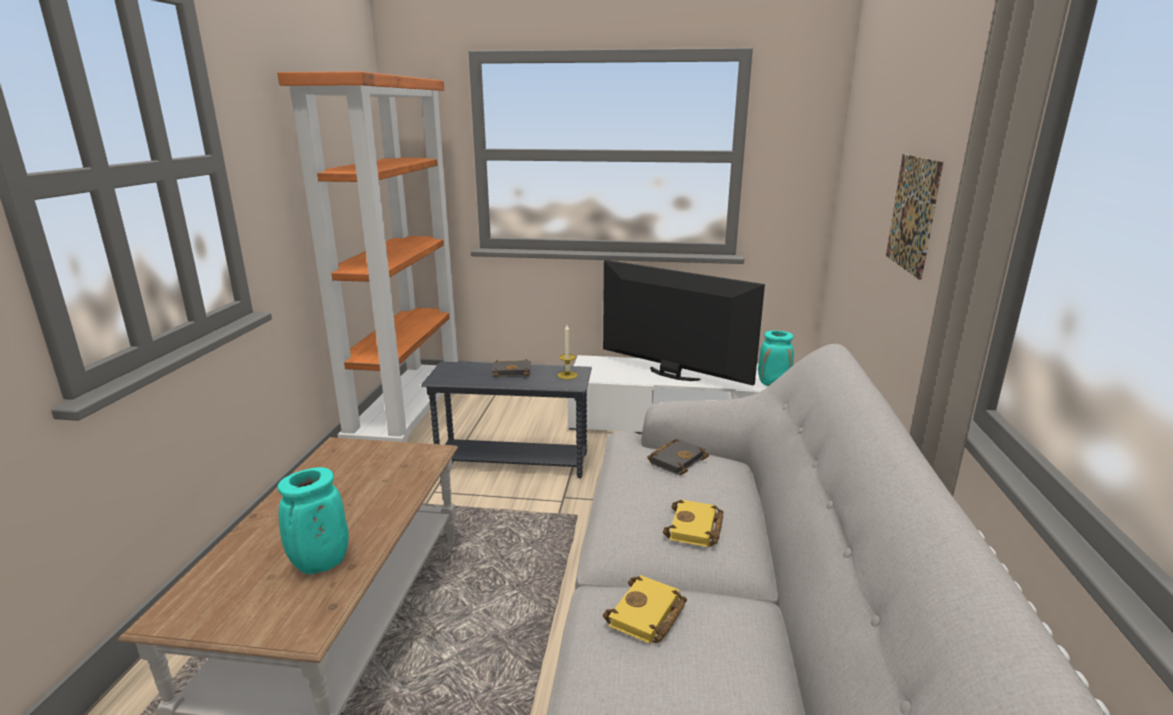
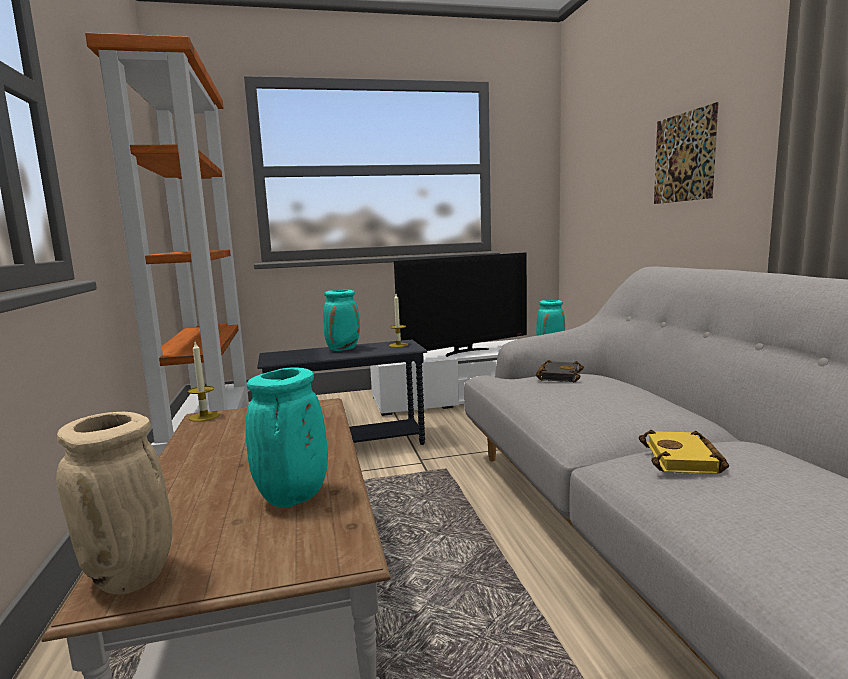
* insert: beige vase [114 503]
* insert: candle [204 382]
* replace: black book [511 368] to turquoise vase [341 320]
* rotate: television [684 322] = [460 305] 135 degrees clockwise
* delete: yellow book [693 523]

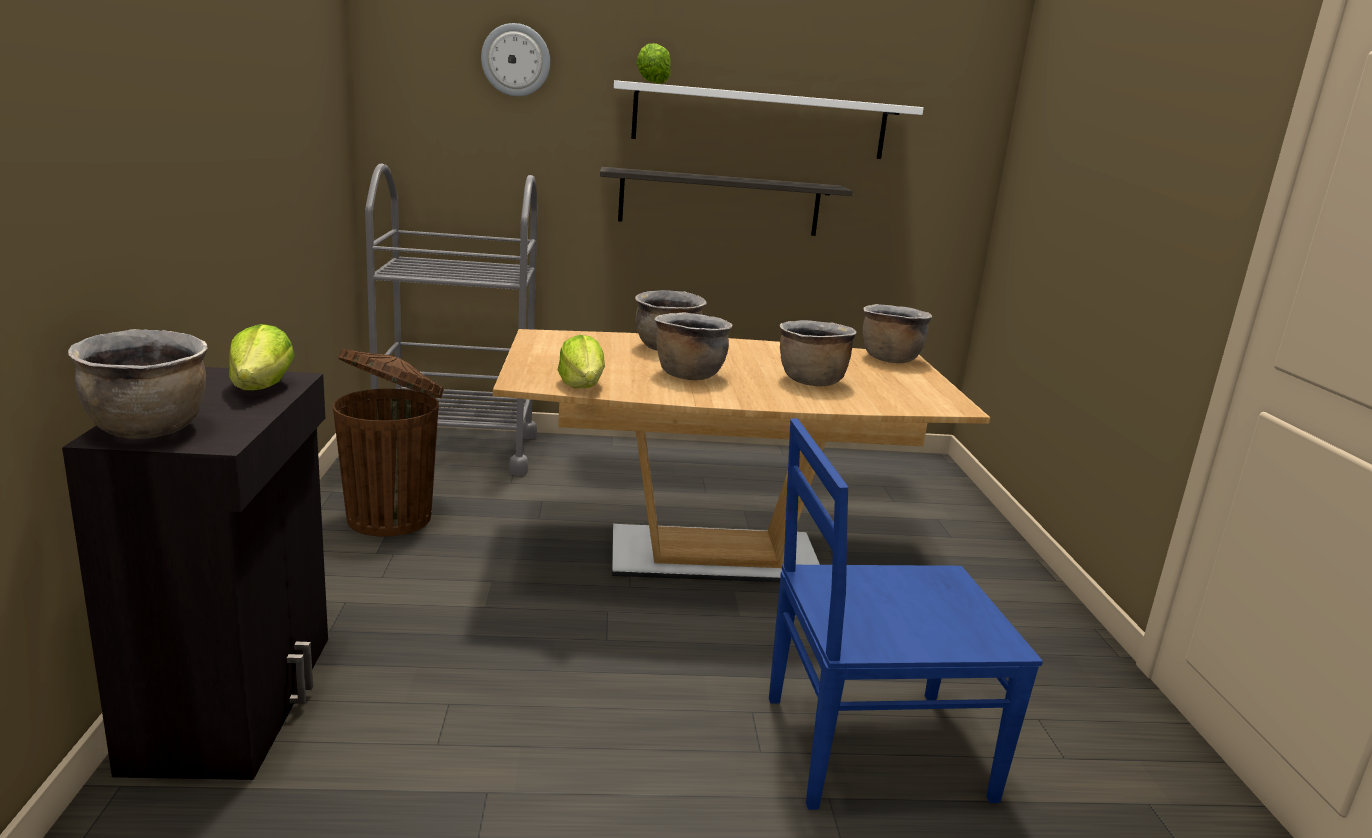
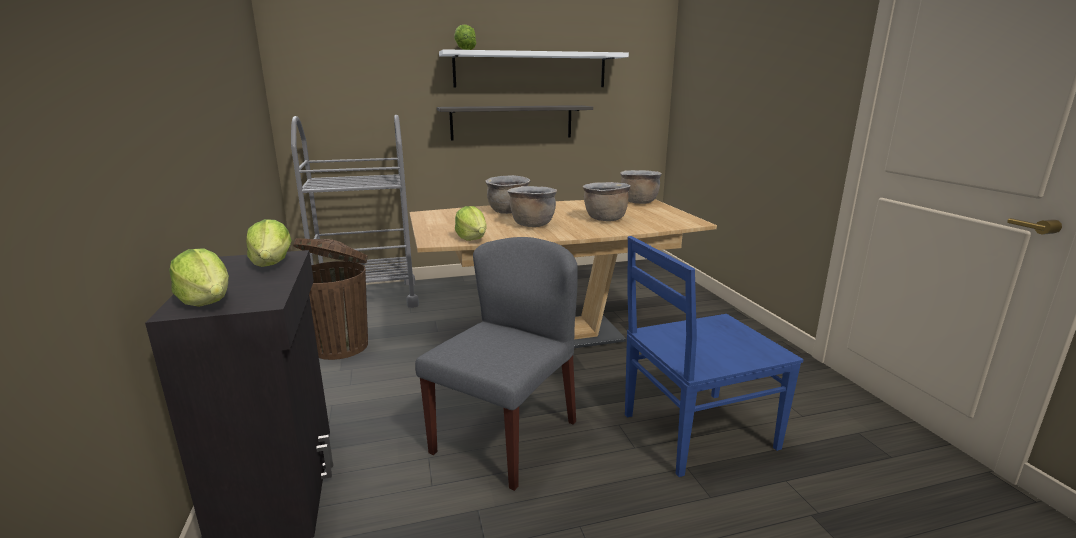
* replace: brown cooking pot [138 384] to lettuce [199 277]
* insert: grey chair [496 364]
* delete: wall clock [515 60]

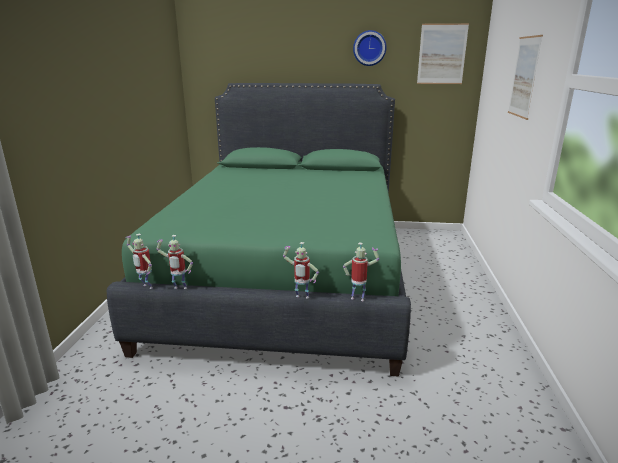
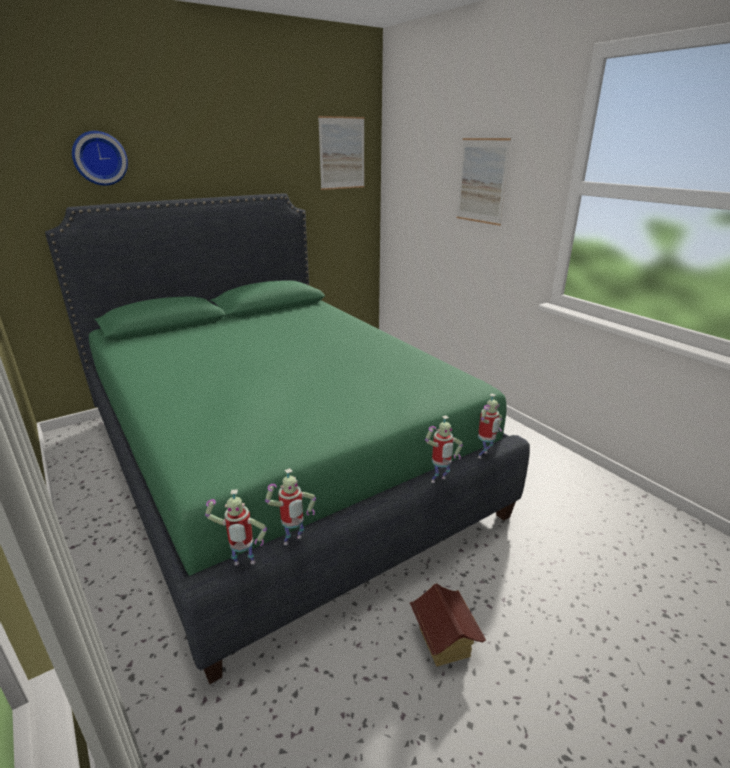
* move: wall clock [370 48] to [100 158]
* insert: toy house [447 625]
* rotate: toy robot [361 271] = [490 426] 150 degrees clockwise

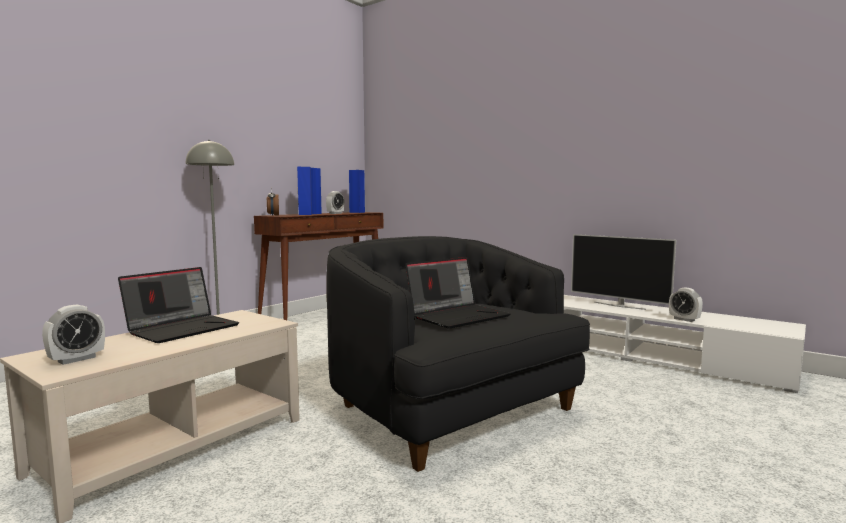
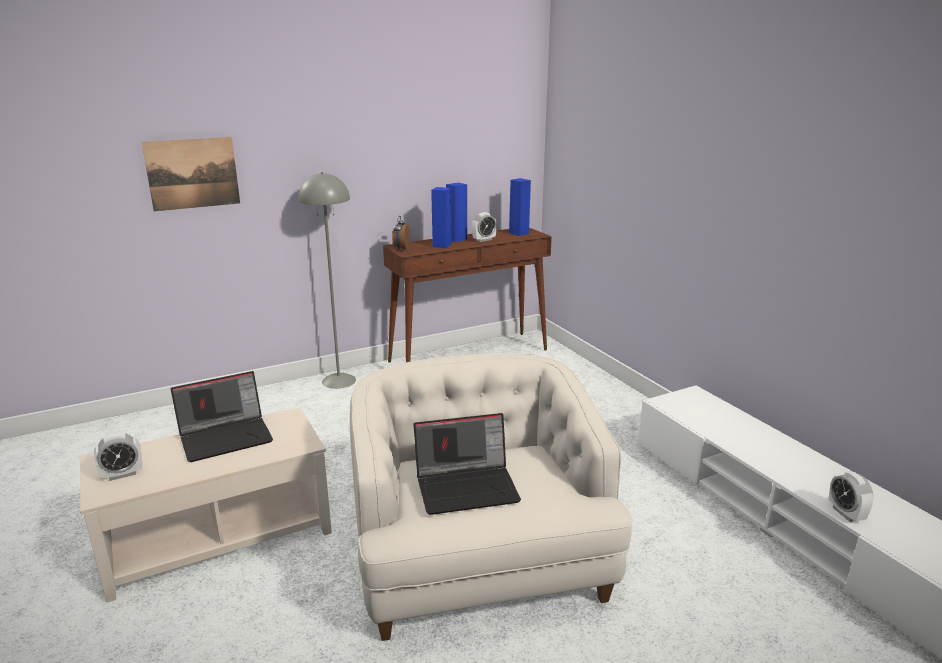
* insert: picture [191 174]
* recolor: black armchair [458 354] to white armchair [491 497]
* delete: television [623 272]

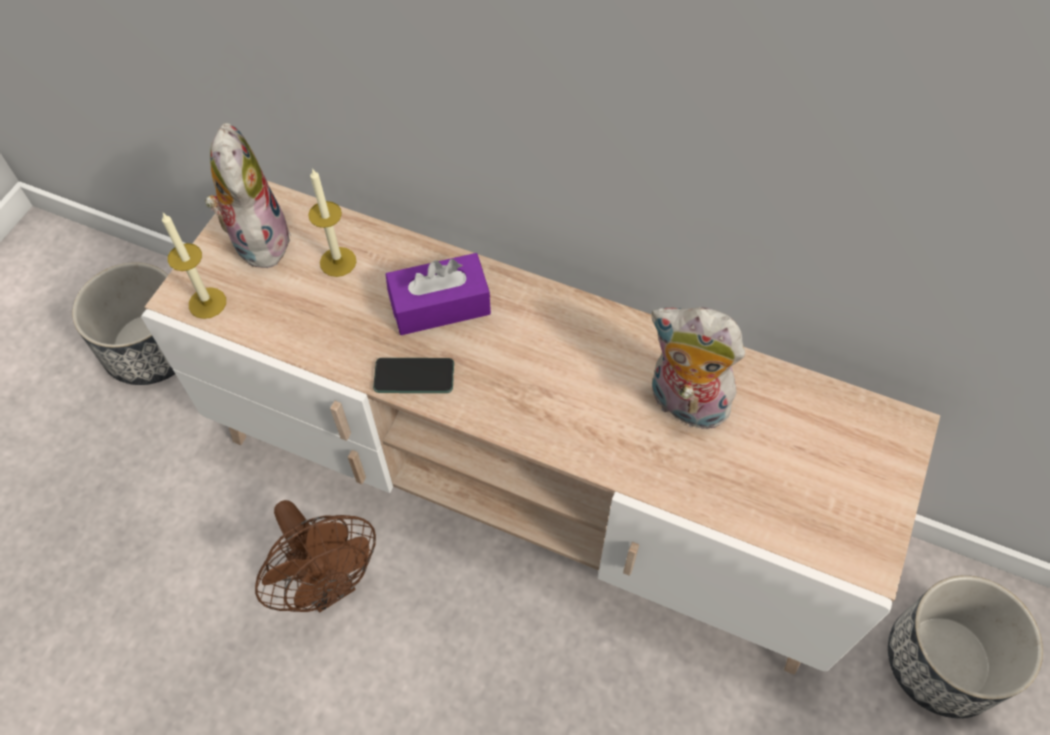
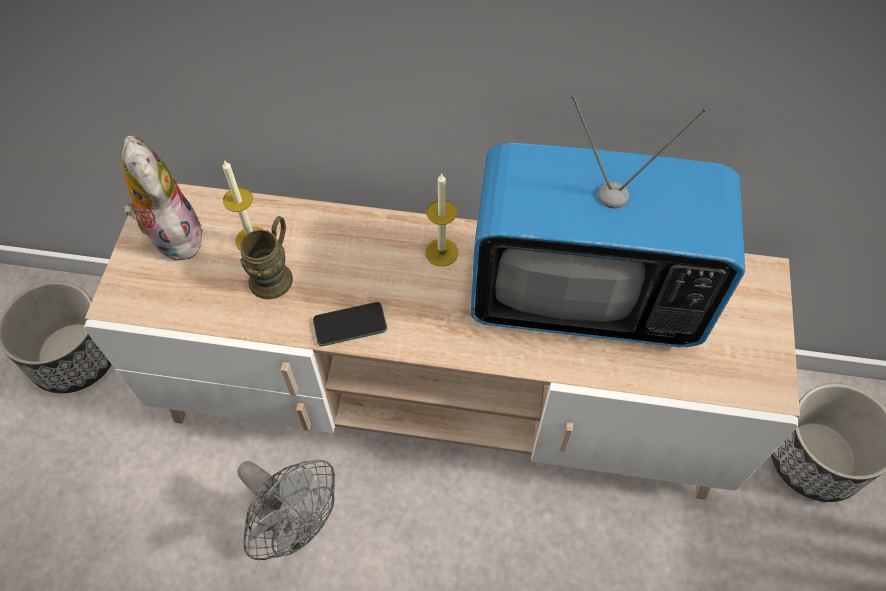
* recolor: brown fan [315 556] to grey fan [286 510]
* insert: brown mug [266 257]
* move: candle [194 266] to [441 219]
* replace: plush toy [698 369] to television [607 221]
* delete: purple tissue box [438 294]

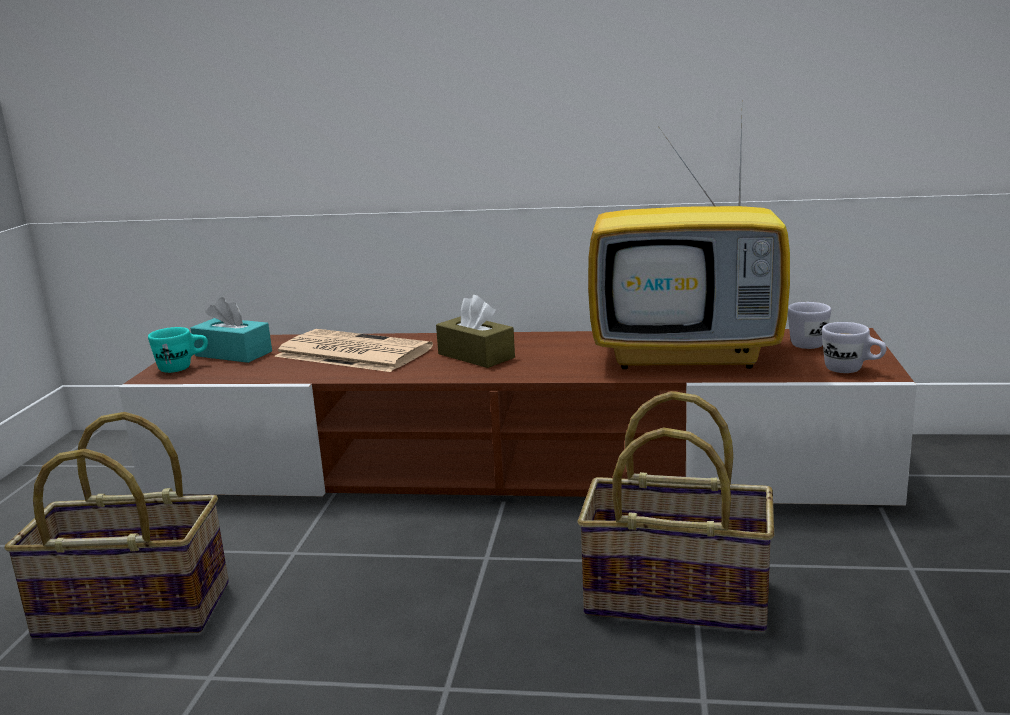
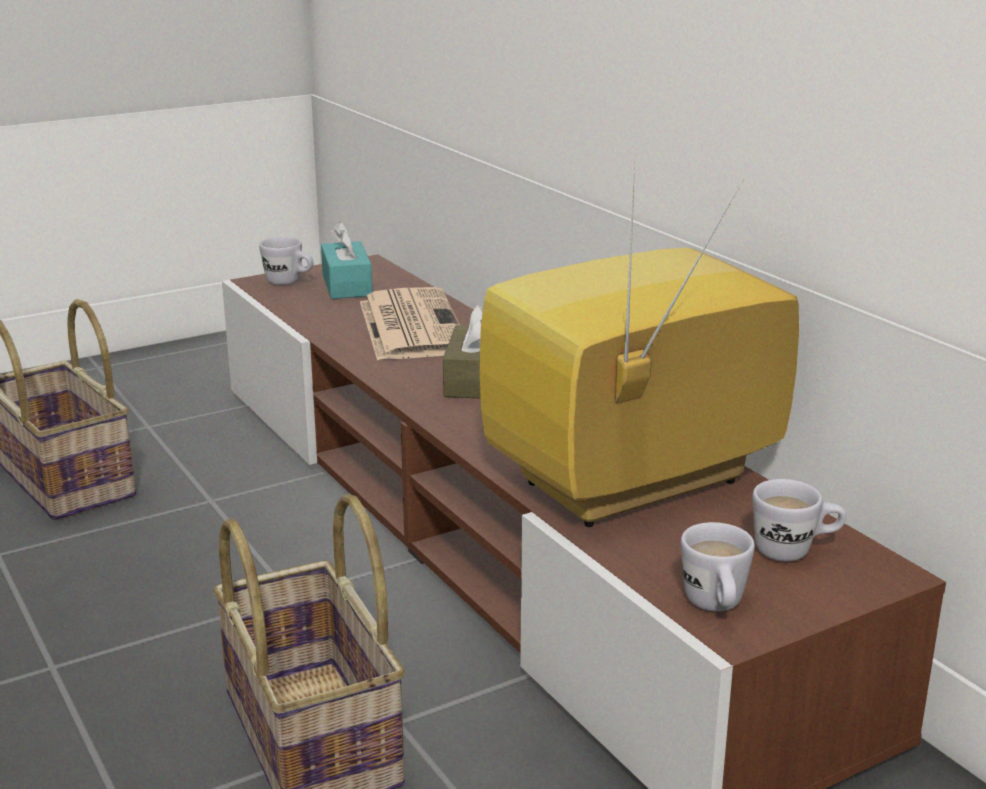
* recolor: turquoise mug [178 350] to white mug [286 261]
* rotate: television [689 244] = [639 346] 90 degrees clockwise

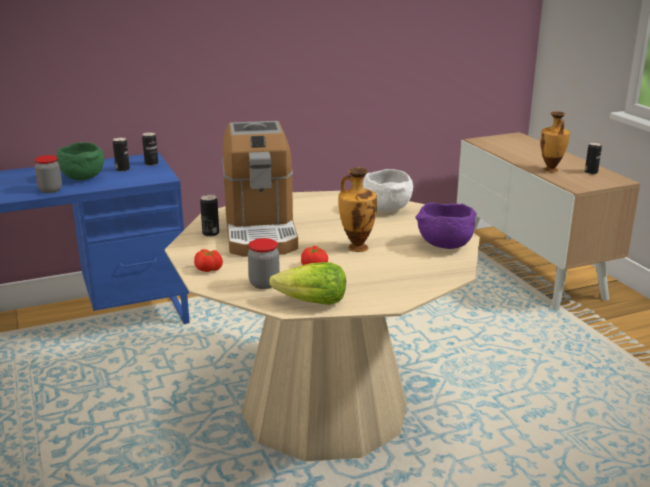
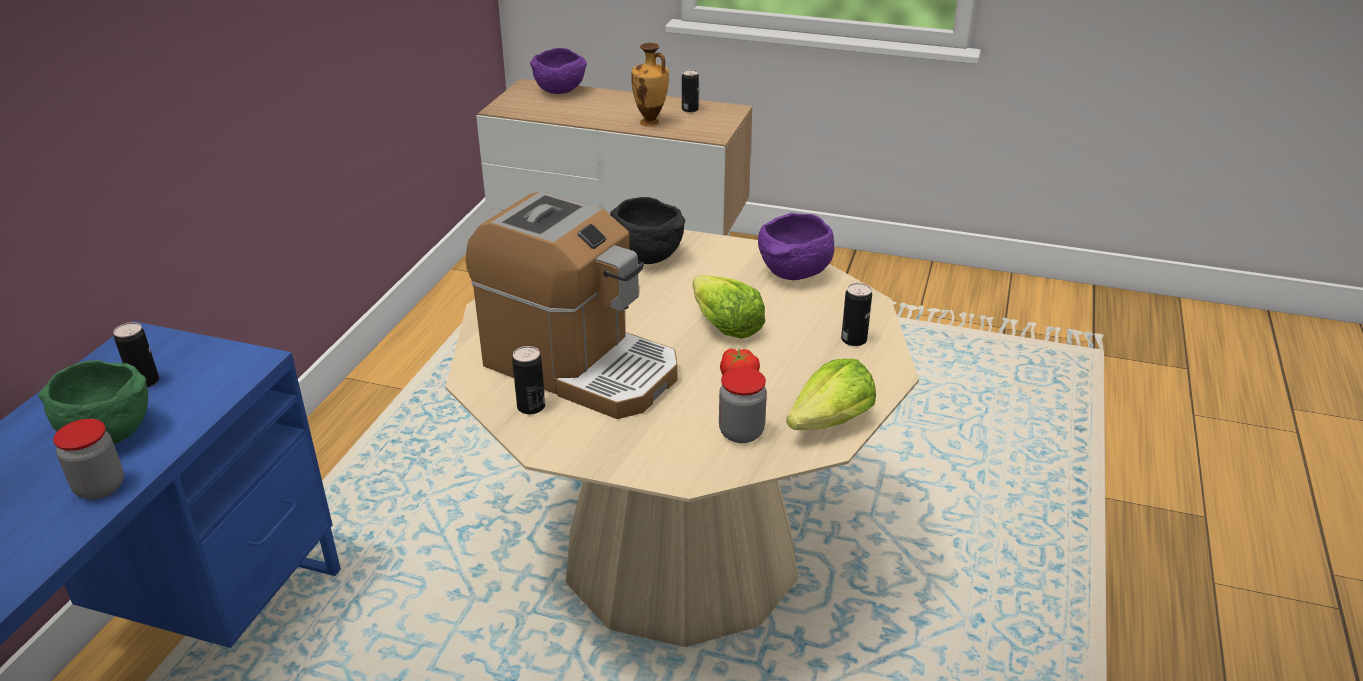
* insert: purple bowl [558 71]
* recolor: white bowl [387 190] to black bowl [647 230]
* replace: vase [357 209] to lettuce [728 307]
* move: can [150 149] to [856 314]
* delete: tomato [208 260]

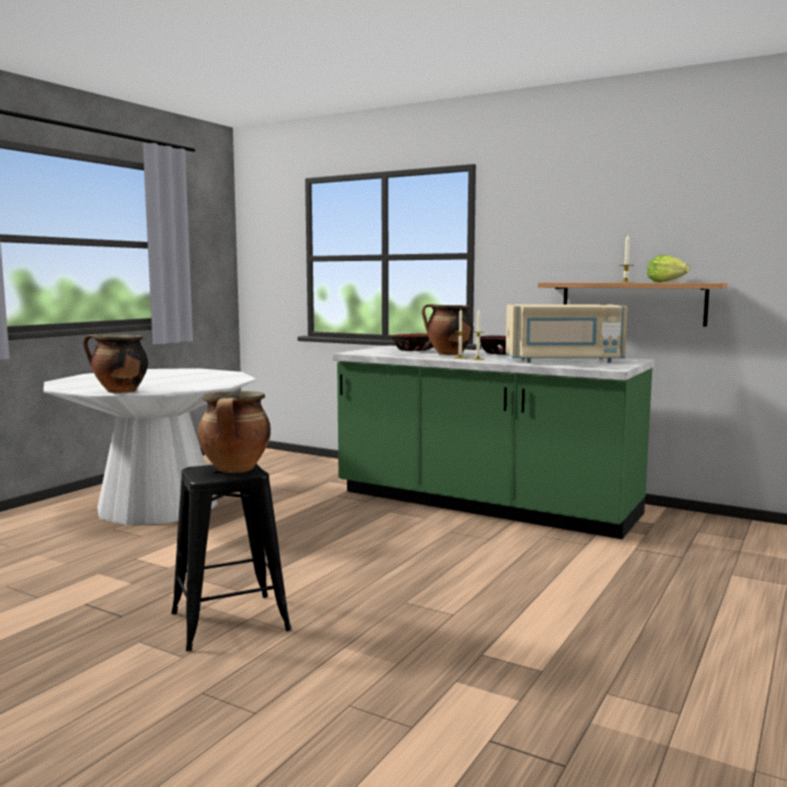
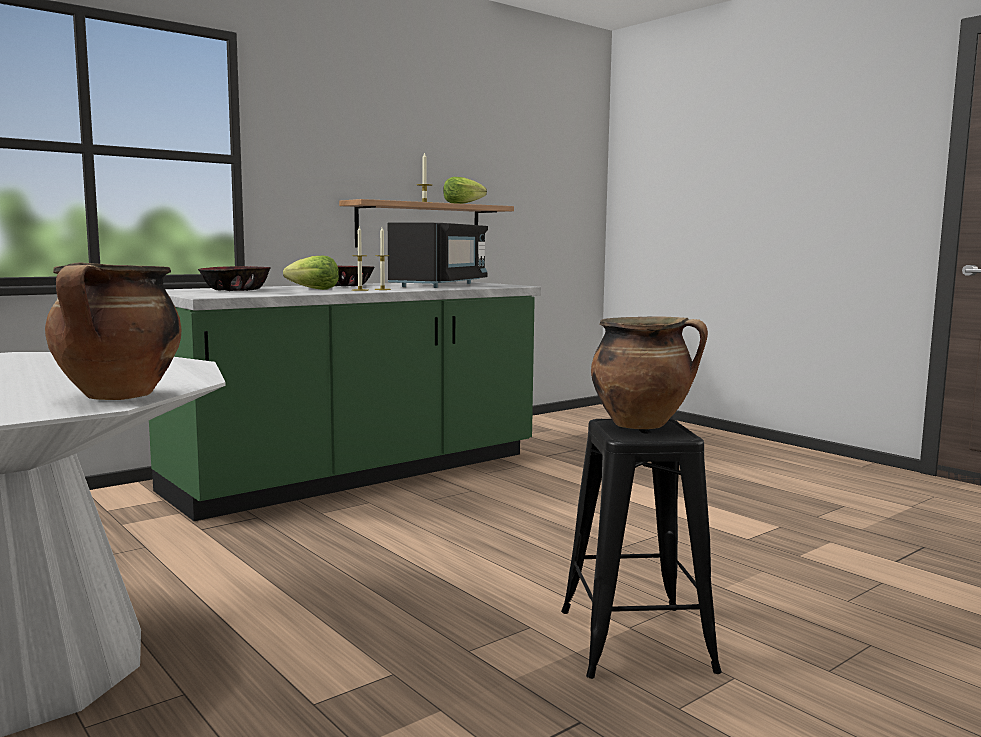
* replace: cooking pot [448 329] to lettuce [311 273]
* recolor: beige microwave [566 333] to black microwave [438 255]

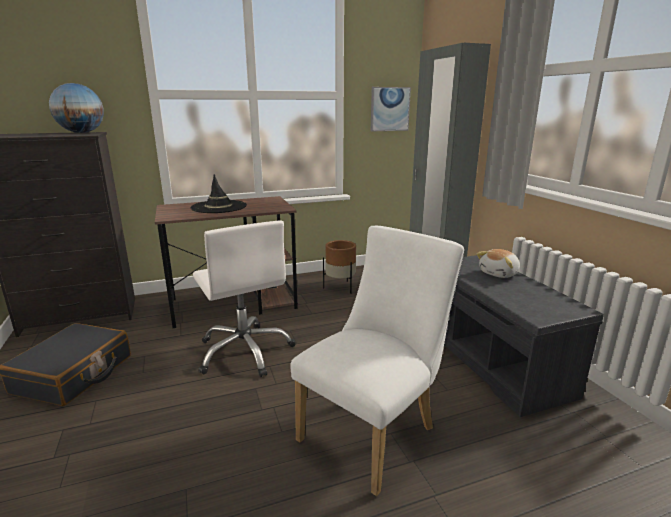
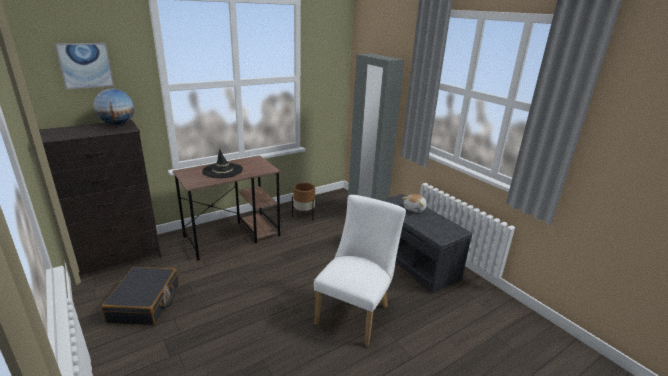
* move: picture [391 109] to [84 66]
* delete: white office chair [244 299]

